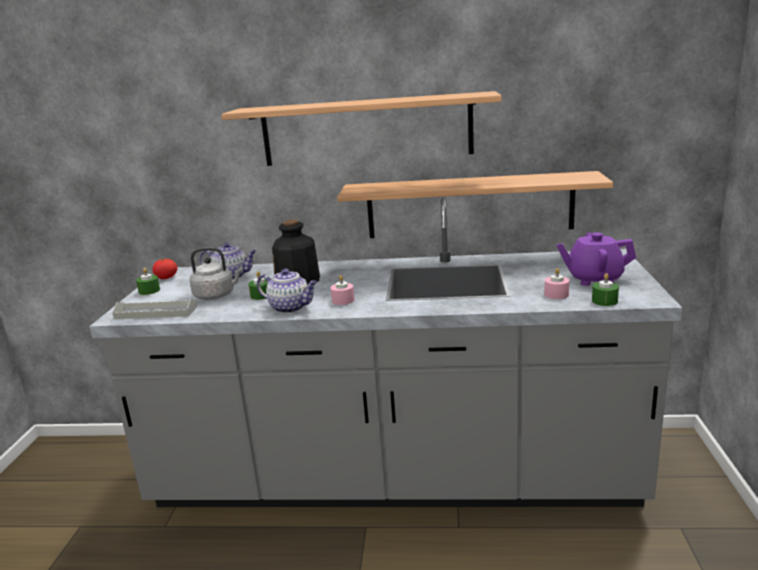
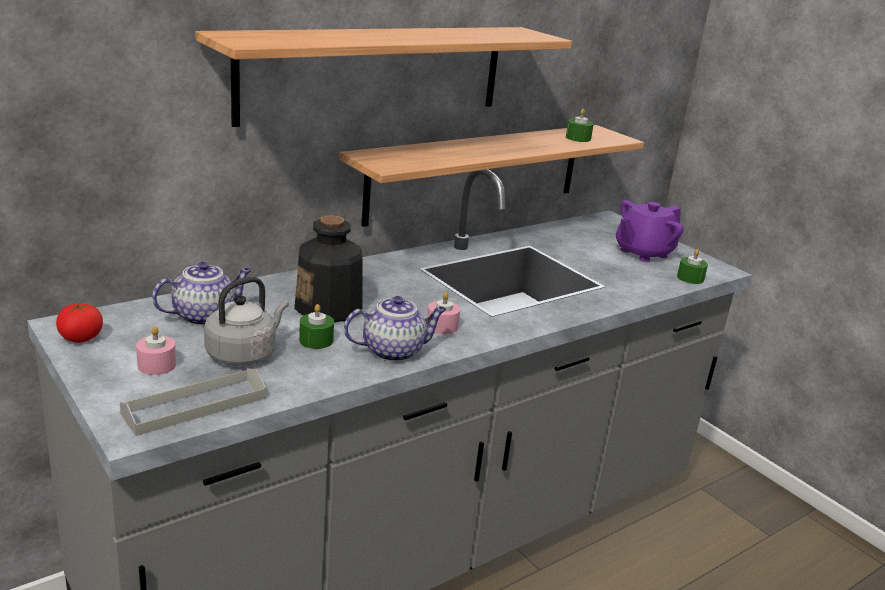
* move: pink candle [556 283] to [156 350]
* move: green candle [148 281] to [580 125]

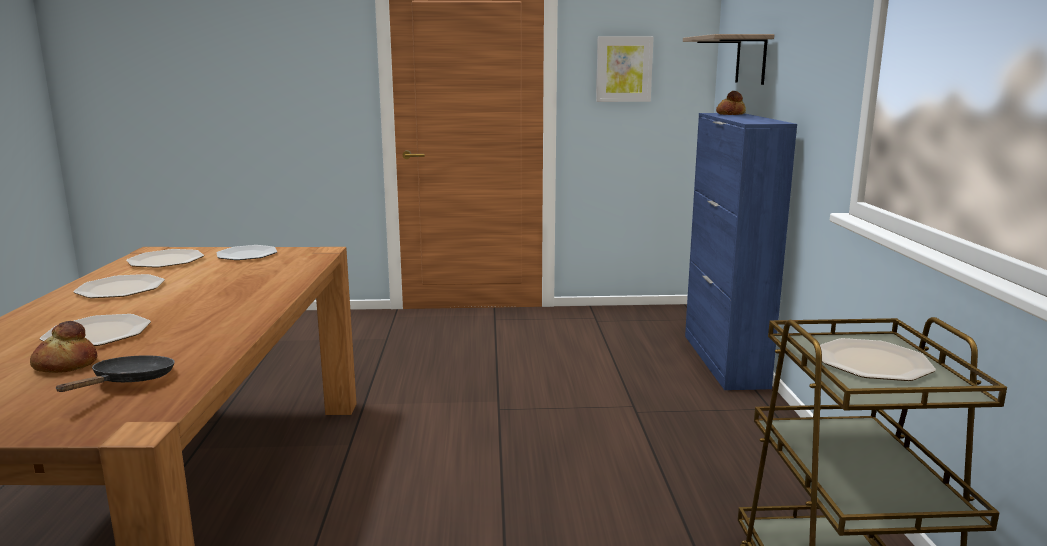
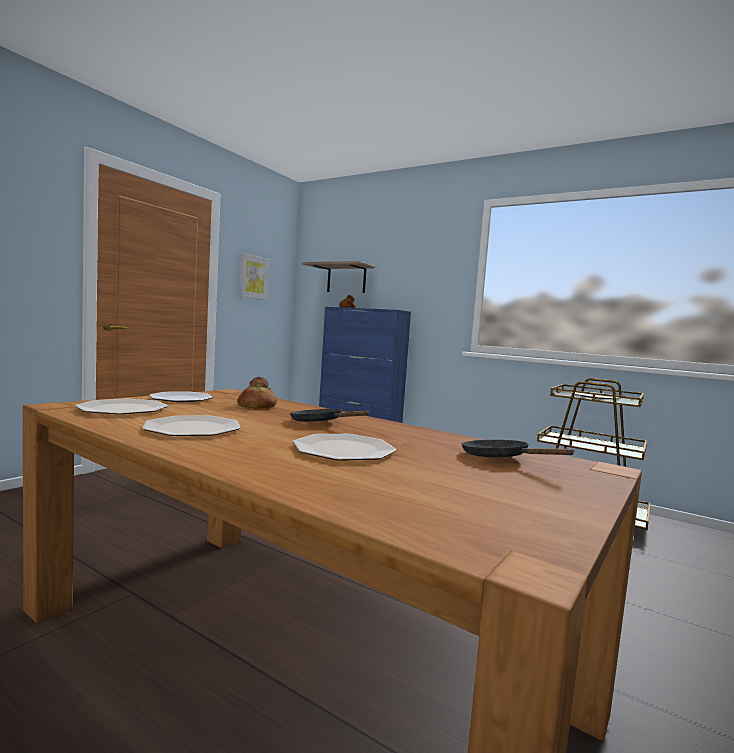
* move: bread [64 347] to [257 392]
* insert: black frying pan [329 415]

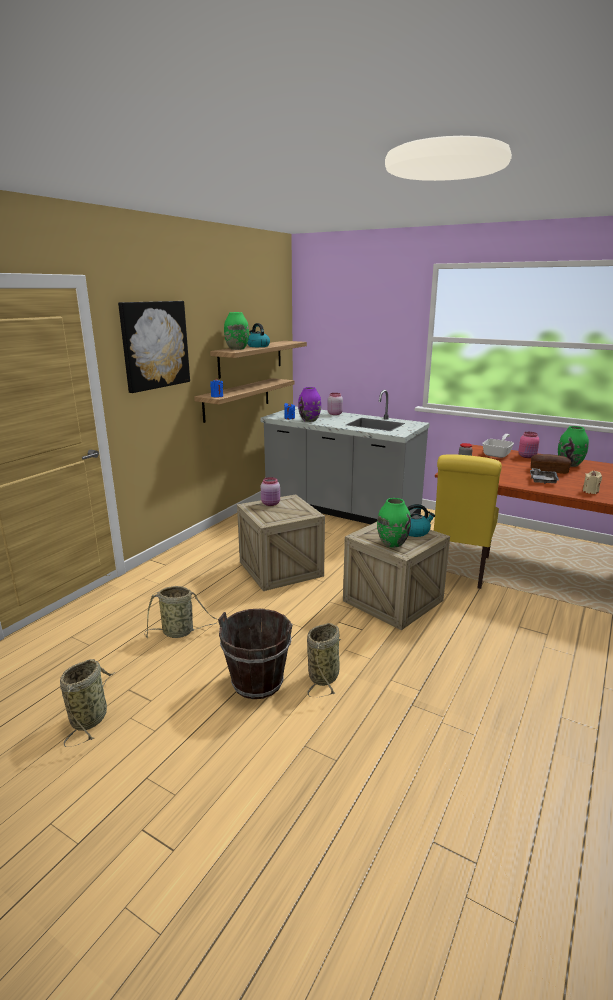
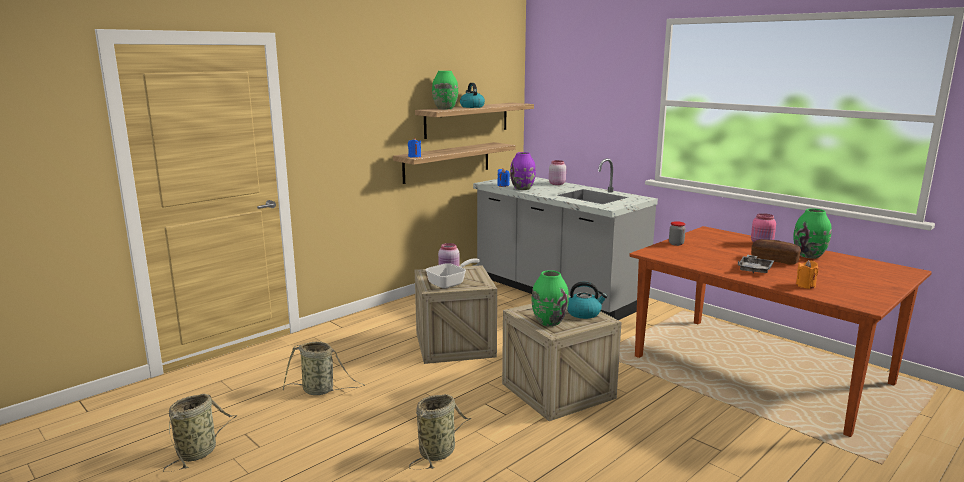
* move: frying pan [498 446] to [452 273]
* recolor: beige candle [592 482] to orange candle [807 274]
* delete: picture [154 347]
* delete: brown bucket [255 654]
* delete: yellow chair [468 521]

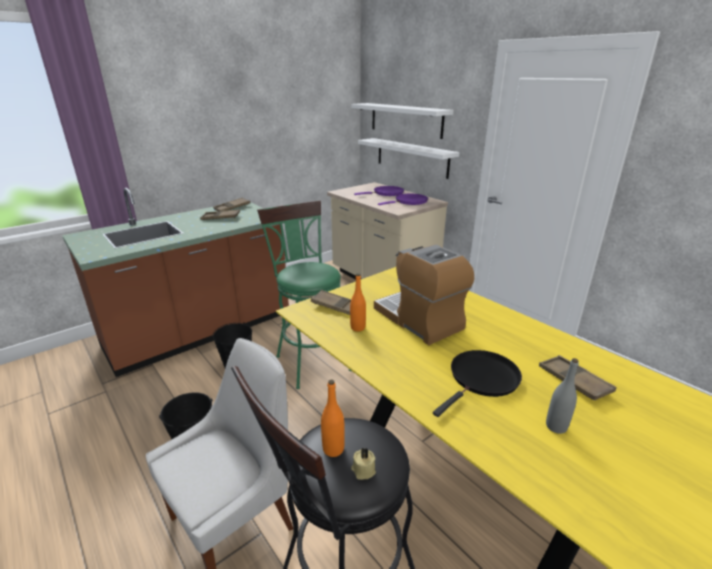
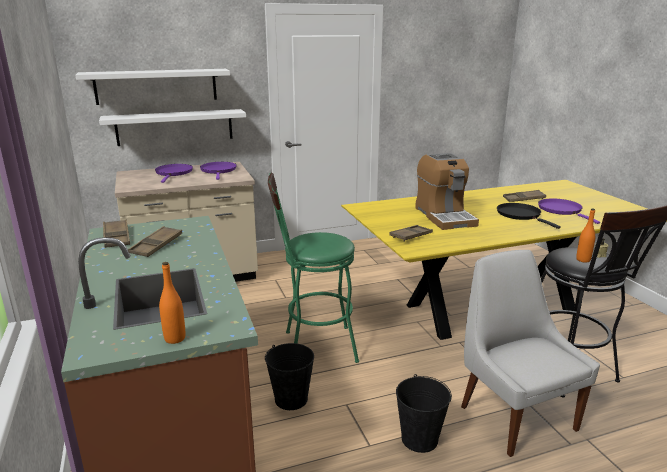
* move: orange bottle [358 302] to [172 303]
* rotate: coffee machine [424 294] = [447 191] 90 degrees counterclockwise
* replace: grey bottle [562 396] to purple frying pan [569 211]

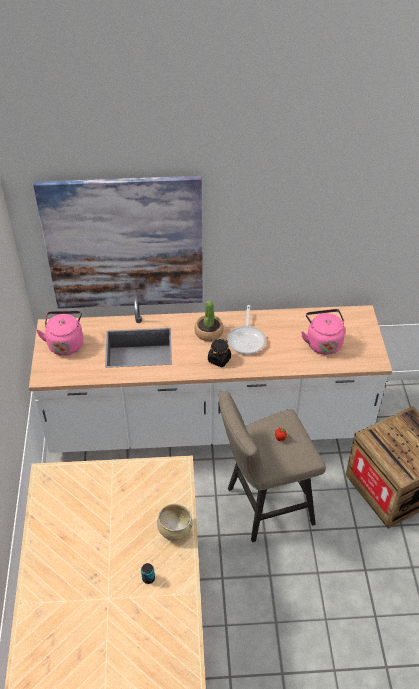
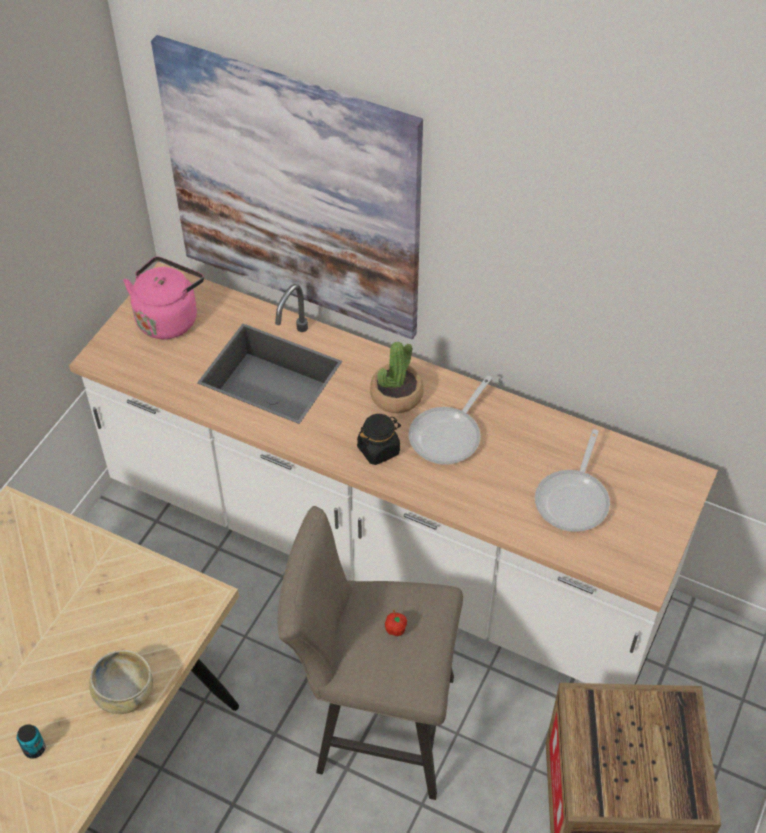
* replace: pink kettle [323 332] to frying pan [572 480]

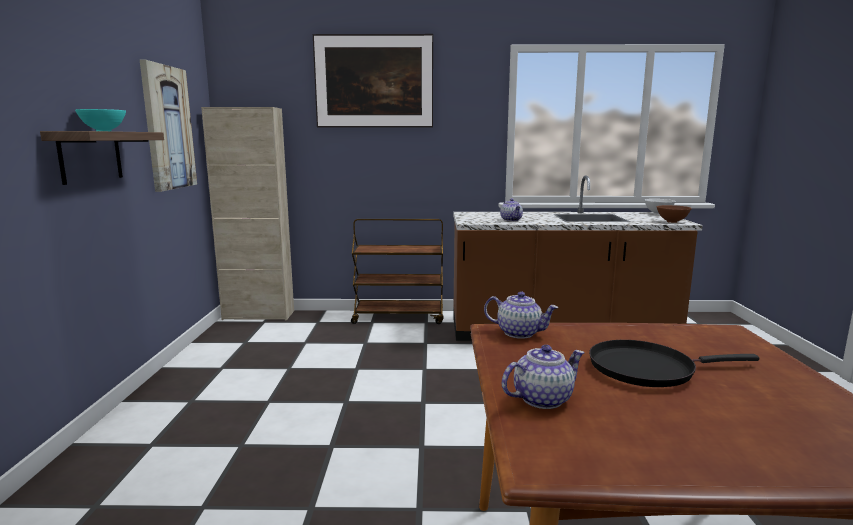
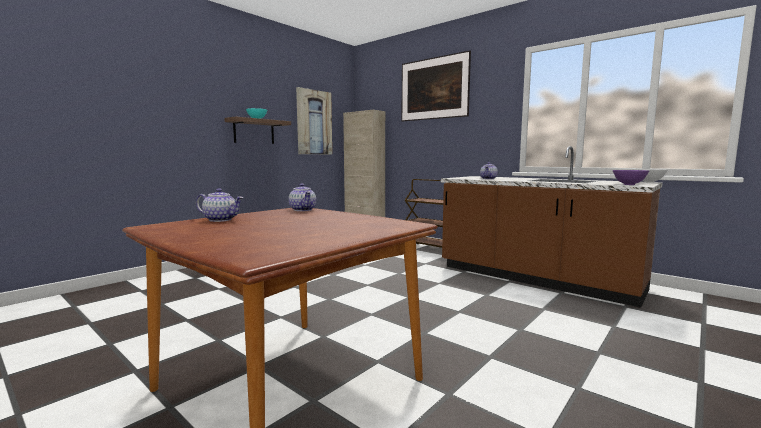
* recolor: brown bowl [674 214] to purple bowl [631 177]
* delete: black frying pan [674 363]

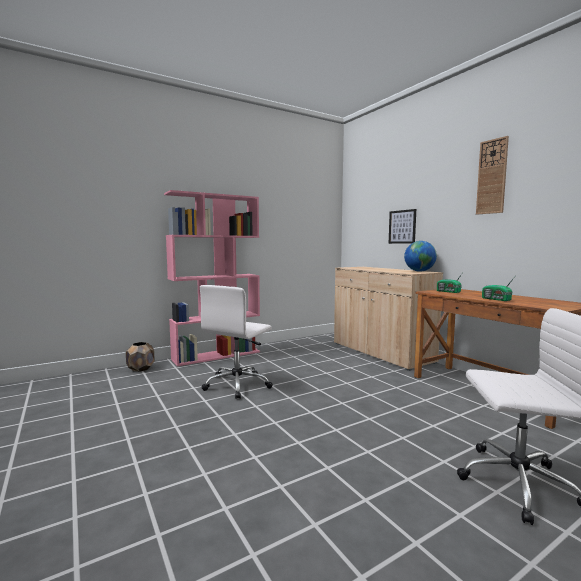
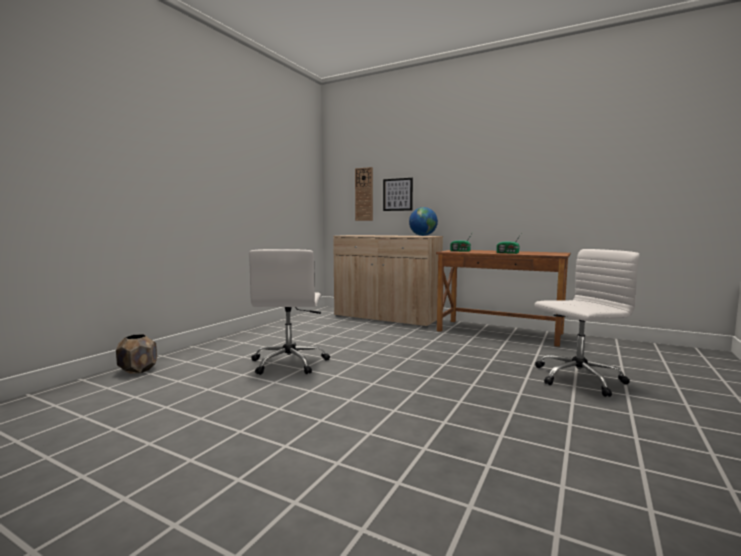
* move: wall clock [492 175] to [364 194]
* delete: pink bookcase [212 278]

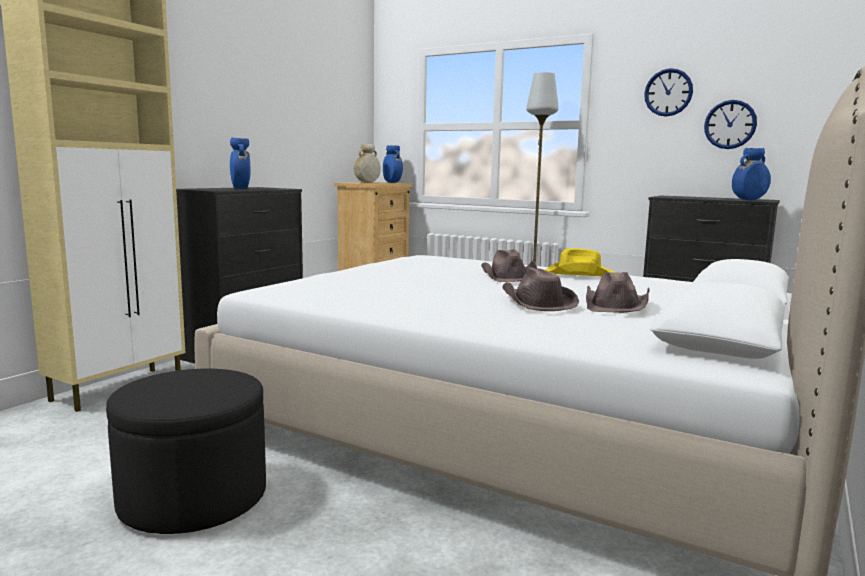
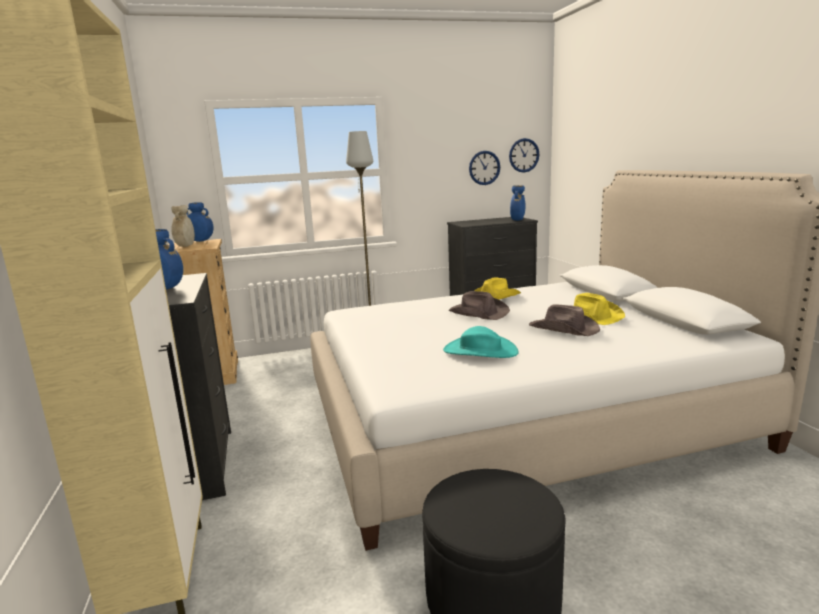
* insert: turquoise hat [480 342]
* move: wall clock [668 92] to [524 155]
* recolor: brown hat [618 292] to yellow hat [599 309]

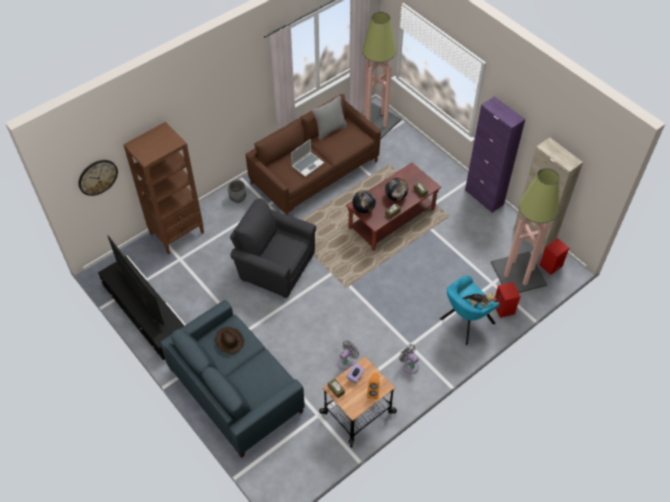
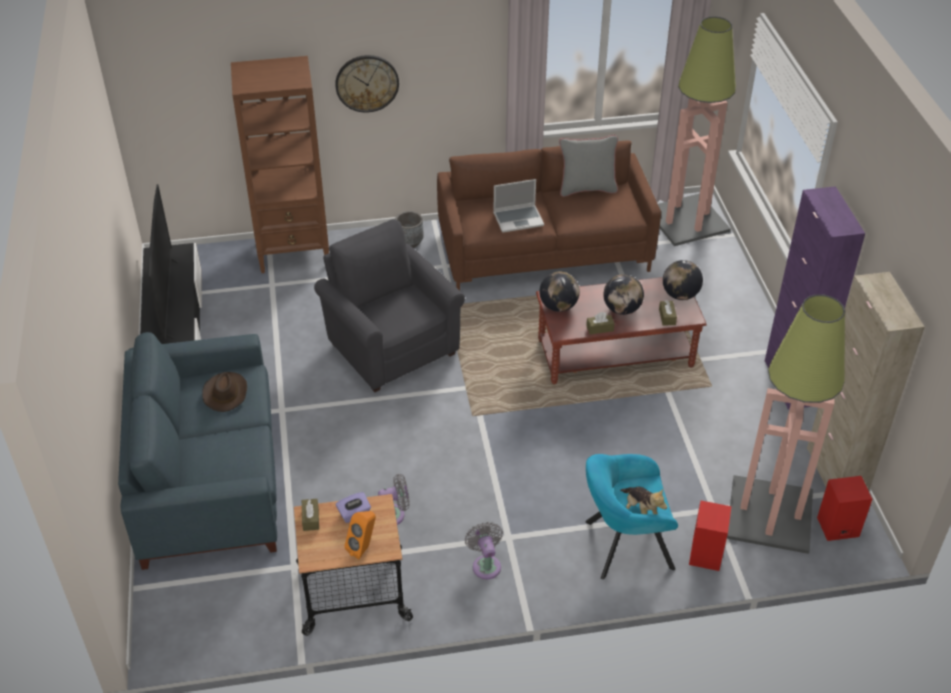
* move: wall clock [98 178] to [367 84]
* insert: globe [683 280]

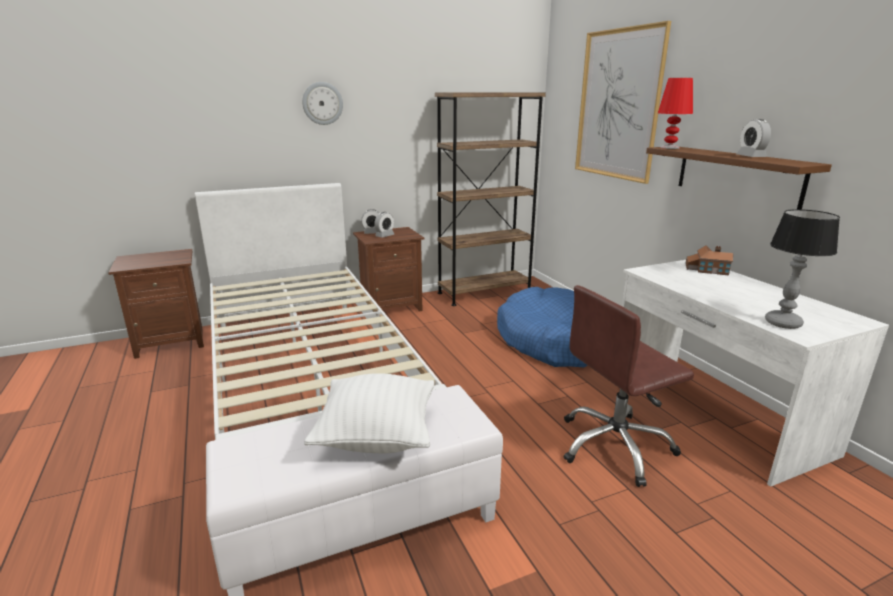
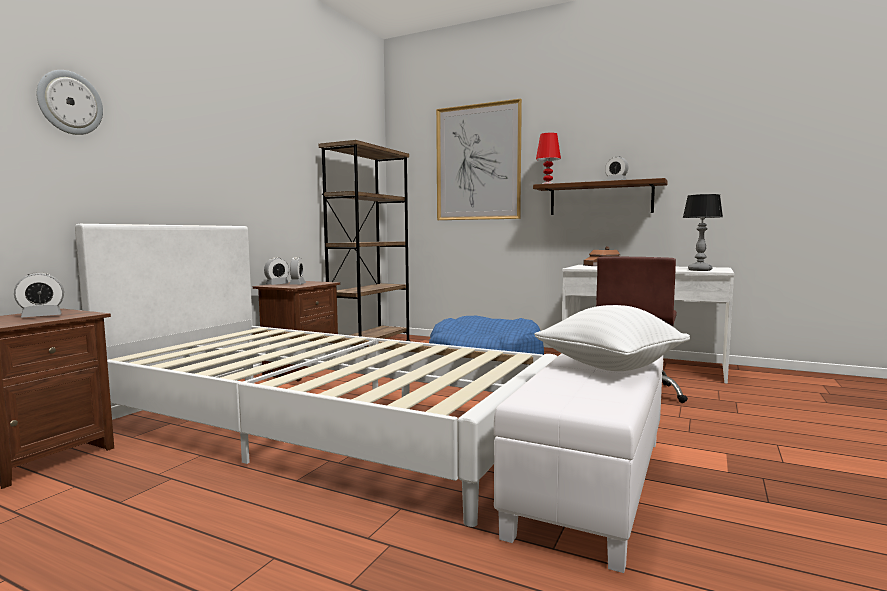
* insert: alarm clock [39 294]
* move: wall clock [322 103] to [70 102]

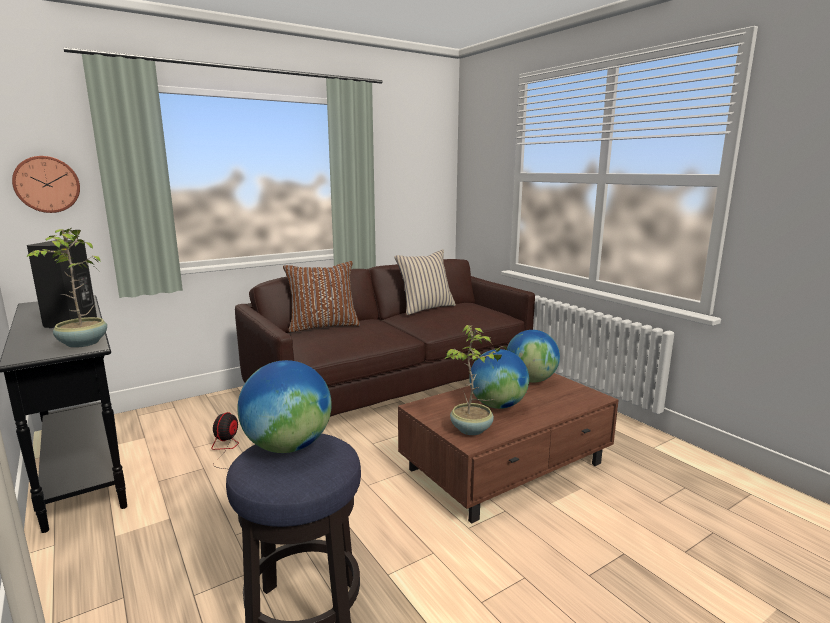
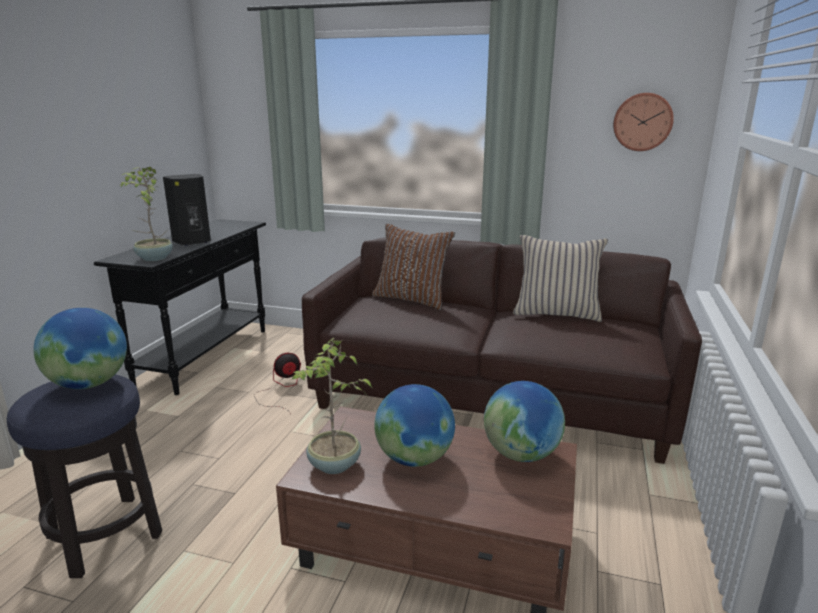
* move: wall clock [46 184] to [643 122]

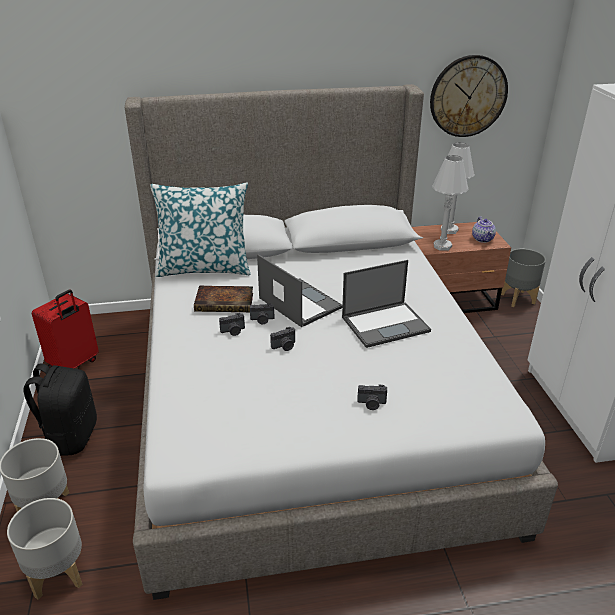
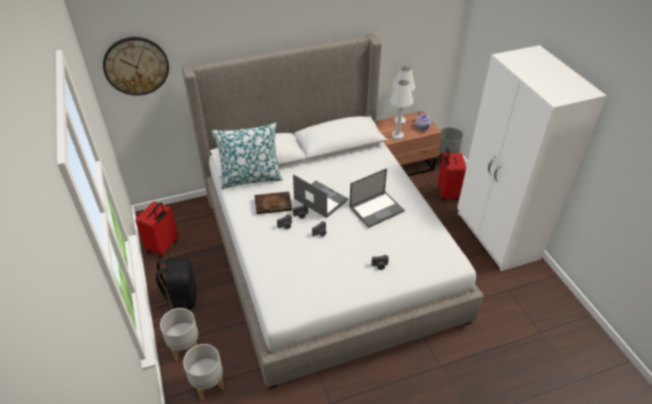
* move: wall clock [469 96] to [136 66]
* insert: red suitcase [452 174]

